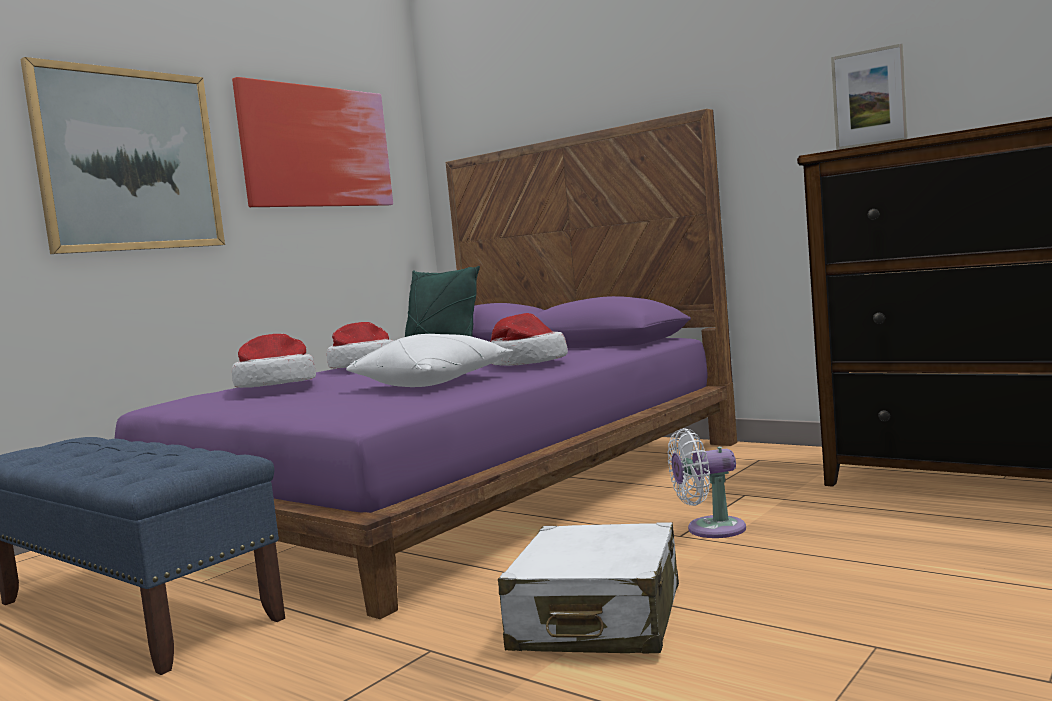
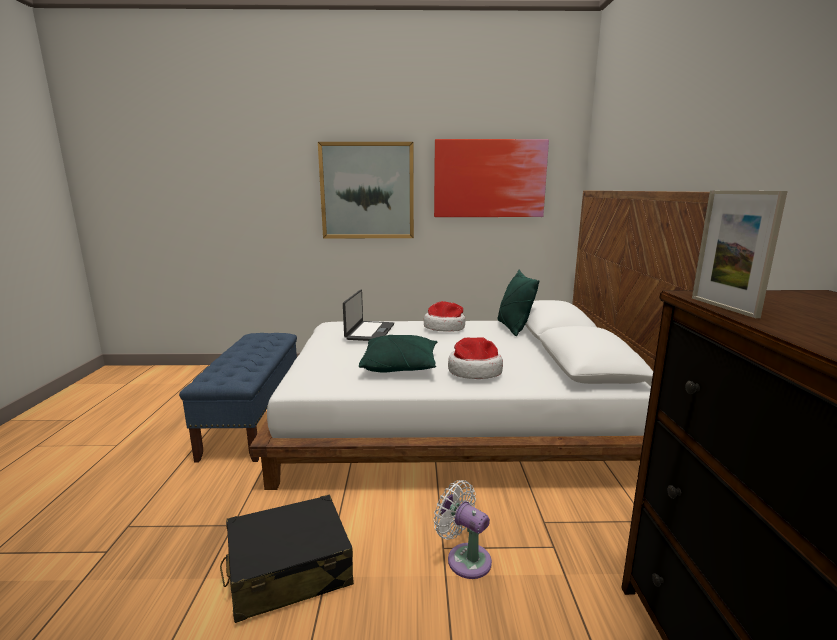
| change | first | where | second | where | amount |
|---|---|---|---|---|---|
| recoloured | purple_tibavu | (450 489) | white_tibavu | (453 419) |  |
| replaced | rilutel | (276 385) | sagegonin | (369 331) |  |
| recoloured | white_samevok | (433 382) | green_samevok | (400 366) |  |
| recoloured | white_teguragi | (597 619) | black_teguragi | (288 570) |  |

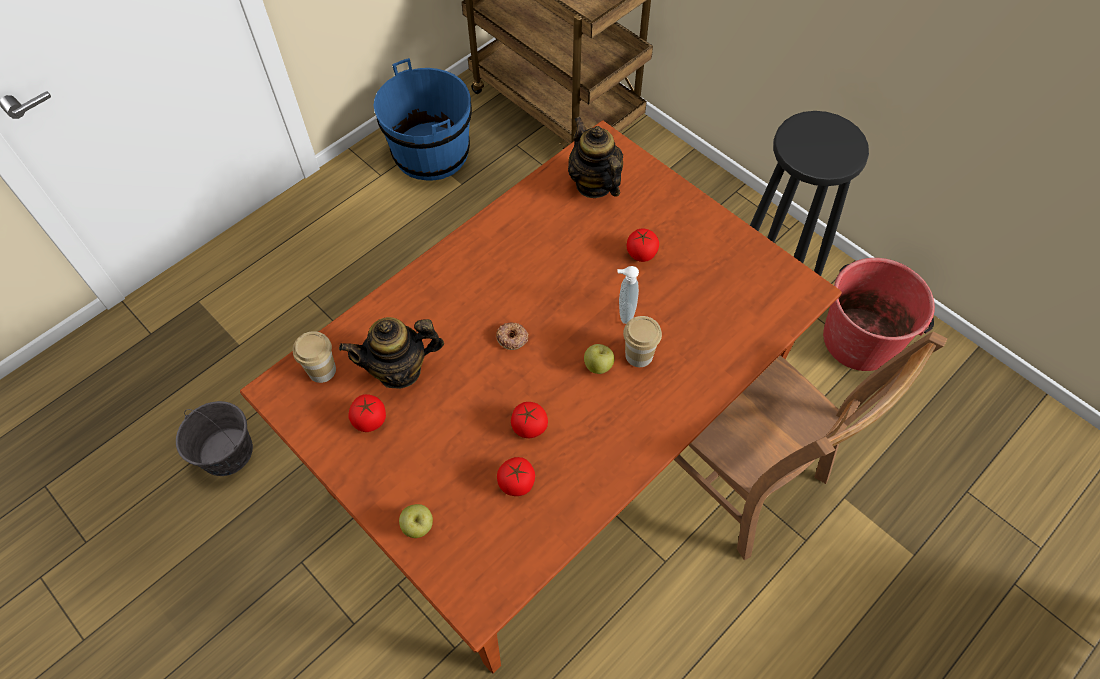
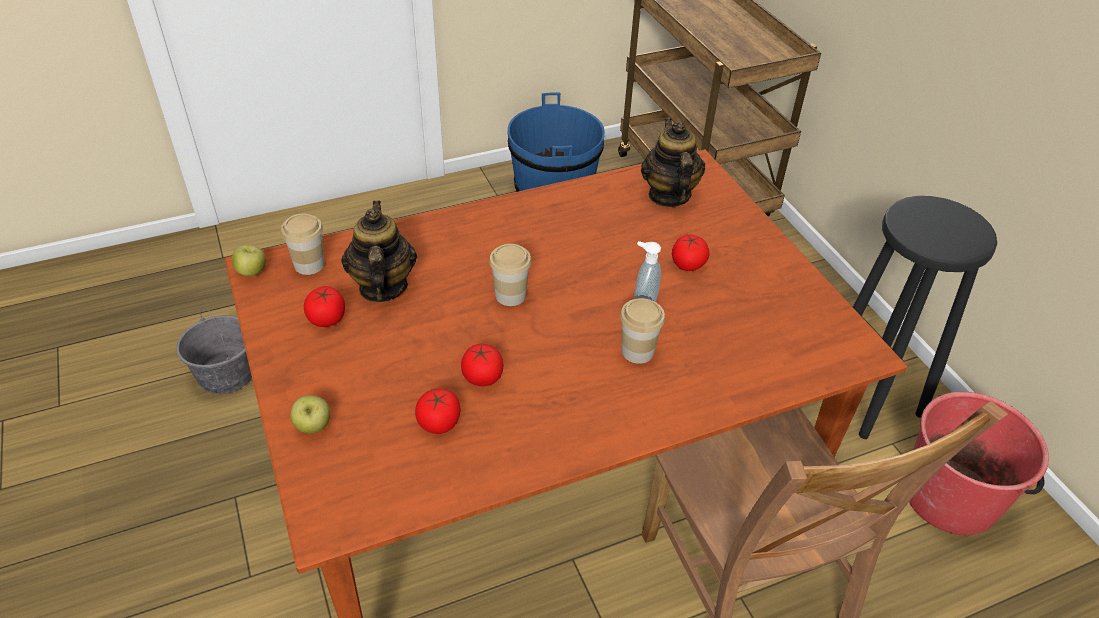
| change | first | where | second | where | amount |
|---|---|---|---|---|---|
| turned | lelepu | (399 370) |  | (382 287) | 75 degrees clockwise |
| replaced | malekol | (512 338) | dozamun | (510 295) |  |
| moved | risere | (598 366) |  | (252 272) |  |

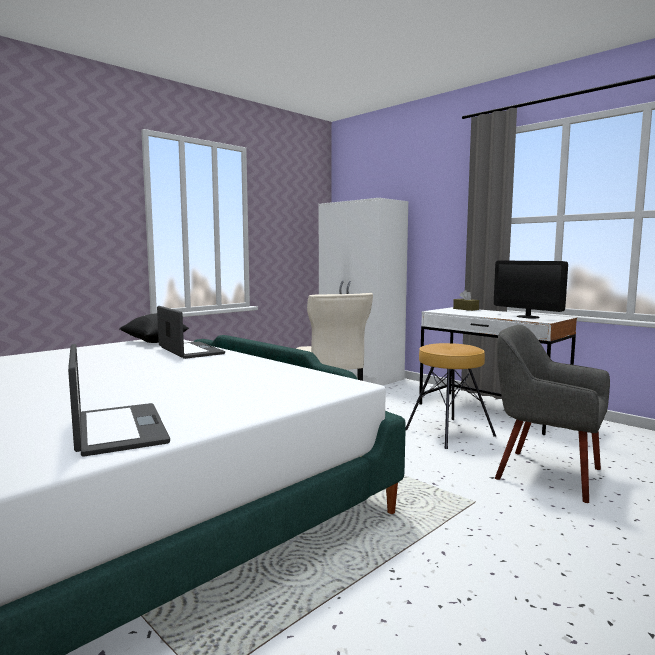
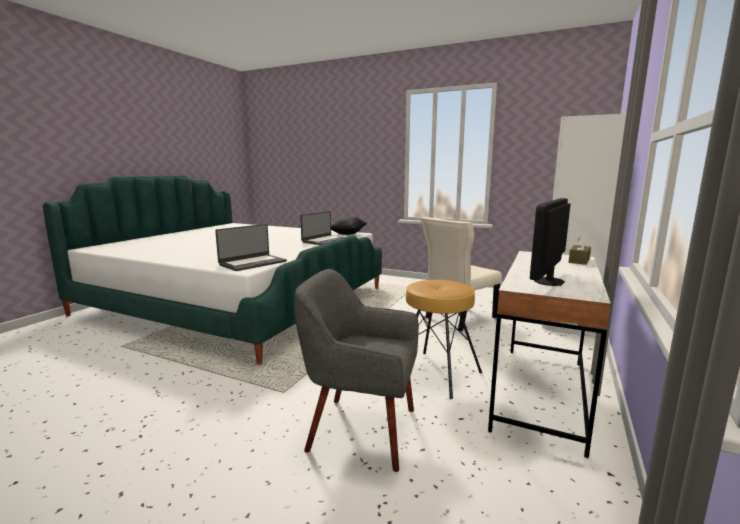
| change | first | where | second | where | amount |
|---|---|---|---|---|---|
| moved | sagegonin | (117 429) |  | (252 263) |  |
| turned | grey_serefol | (546 473) |  | (361 429) | 90 degrees counterclockwise |

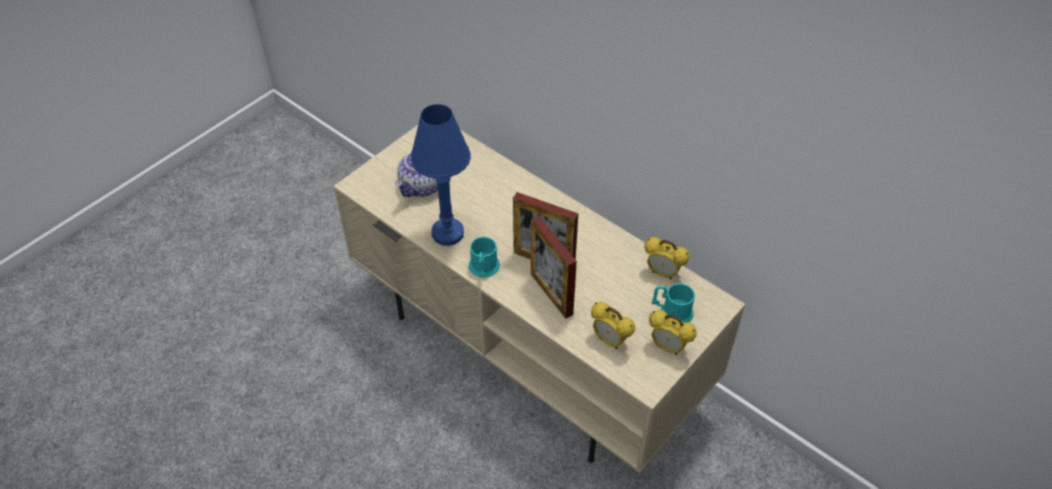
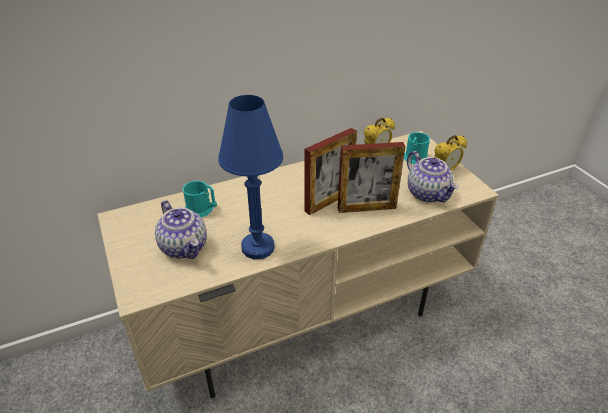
| change | first | where | second | where | amount |
|---|---|---|---|---|---|
| moved | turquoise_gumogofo | (483 269) |  | (202 210) |  |
| replaced | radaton | (610 340) | lelepu | (428 193) |  |

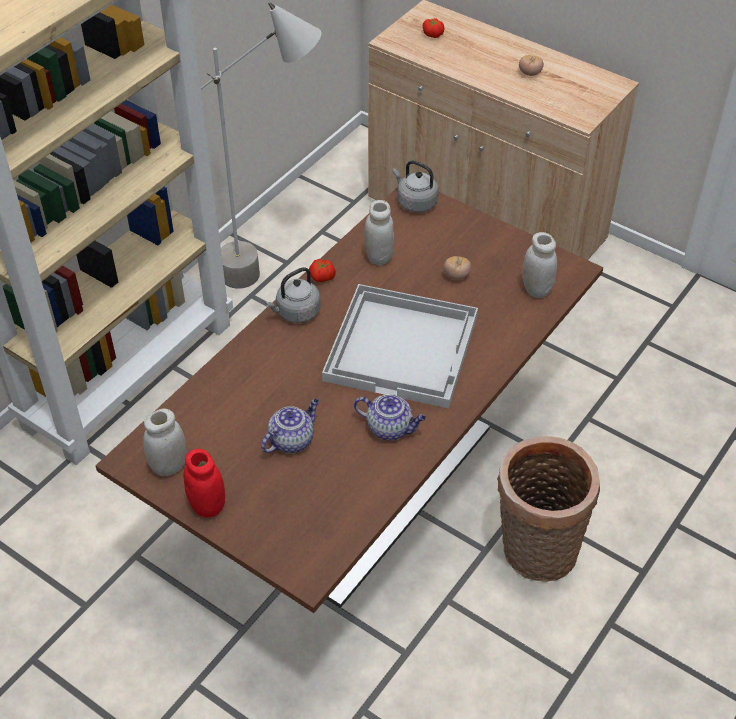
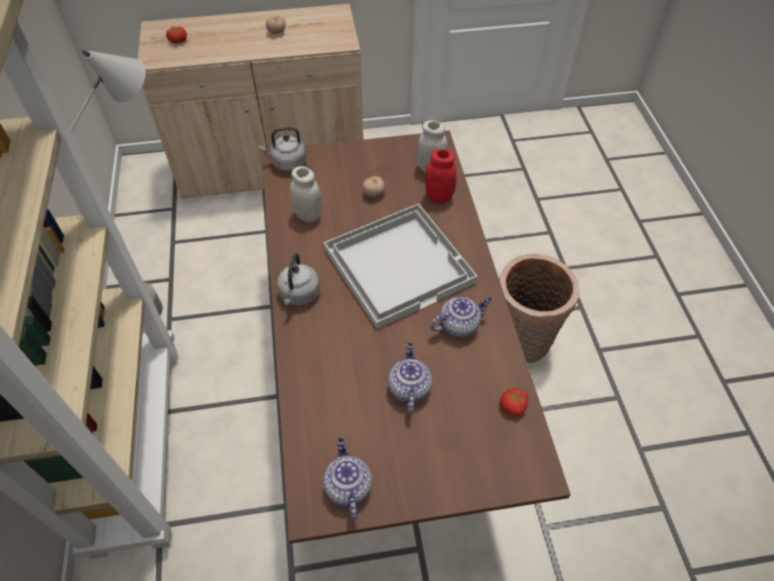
| change | first | where | second | where | amount |
|---|---|---|---|---|---|
| replaced | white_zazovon | (169 466) | lelepu | (347 486) |  |
| moved | red_zazovon | (207 506) |  | (439 196) |  |
| moved | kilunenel | (322 277) |  | (513 406) |  |

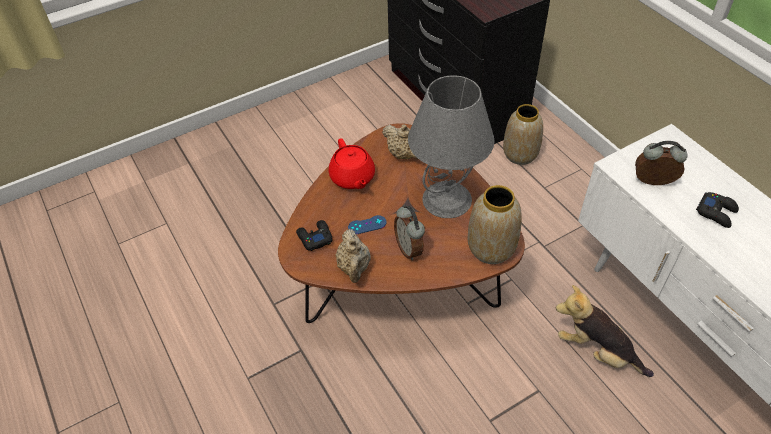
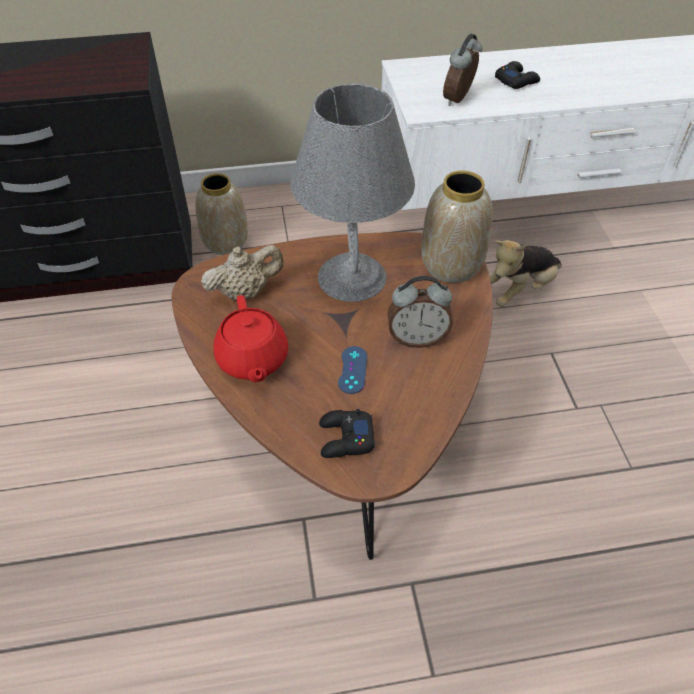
| change | first | where | second | where | amount |
|---|---|---|---|---|---|
| turned | red_lelepu | (352 178) |  | (252 360) | 75 degrees clockwise |
| removed | beige_lelepu | (354 268) |  |  |  |

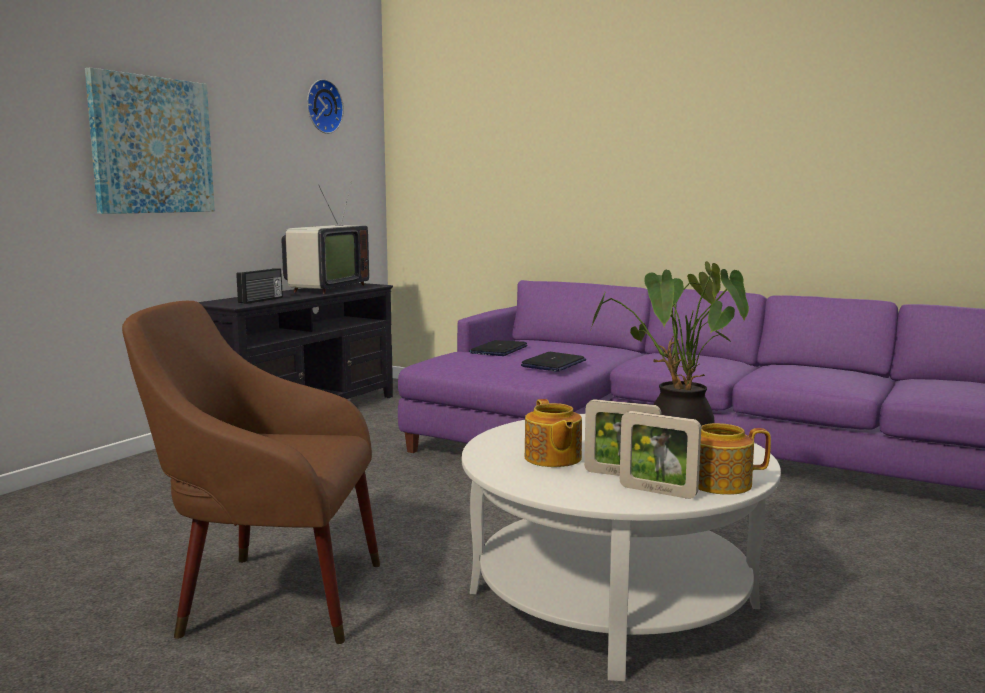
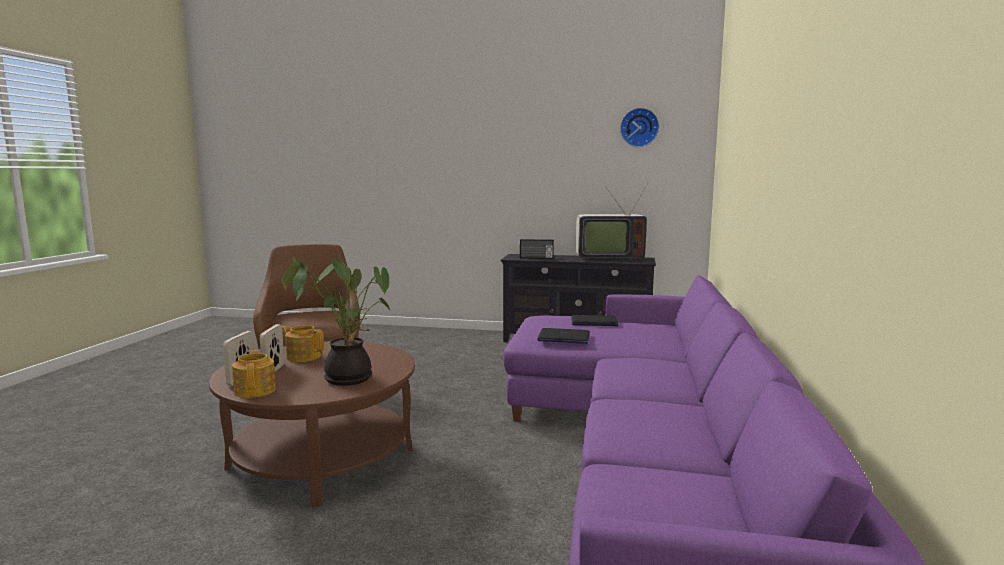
| change | first | where | second | where | amount |
|---|---|---|---|---|---|
| removed | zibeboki | (152 145) |  |  |  |
| recoloured | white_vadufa | (612 598) | brown_vadufa | (322 458) |  |
| turned | lelepu | (552 458) |  | (303 356) | 60 degrees clockwise |

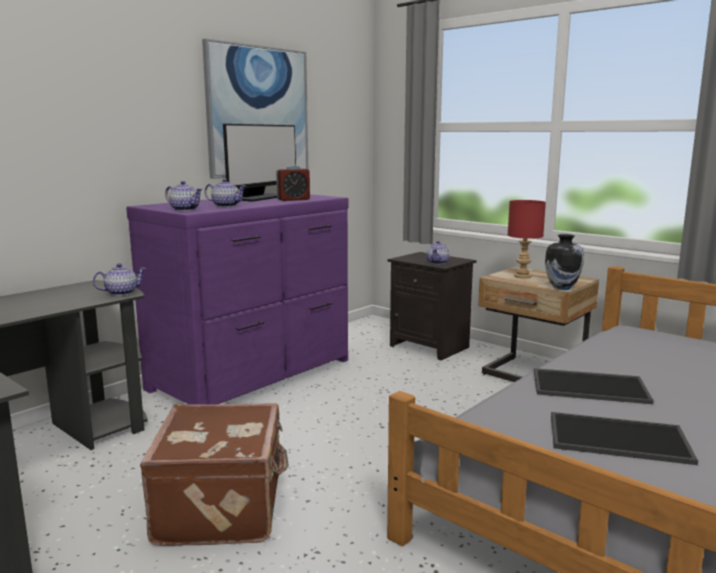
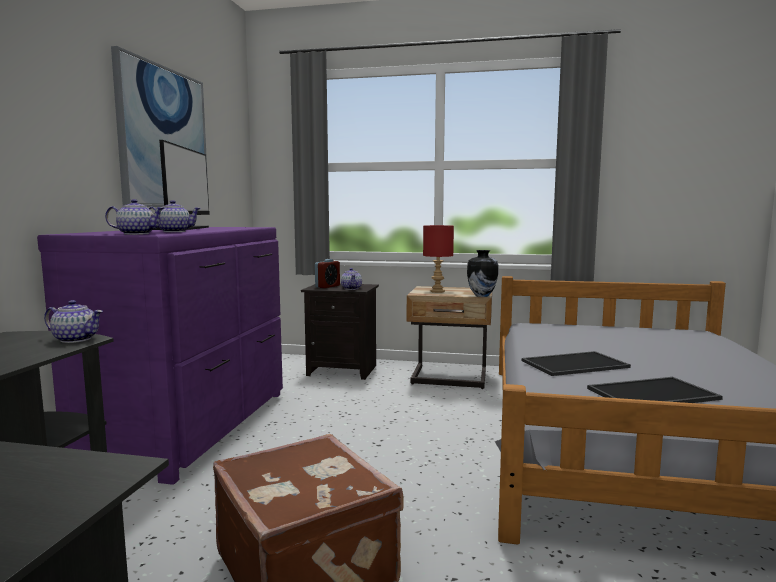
| change | first | where | second | where | amount |
|---|---|---|---|---|---|
| turned | lelepu | (121 293) |  | (75 339) | 75 degrees clockwise |
| moved | radaton | (293 199) |  | (327 286) |  |

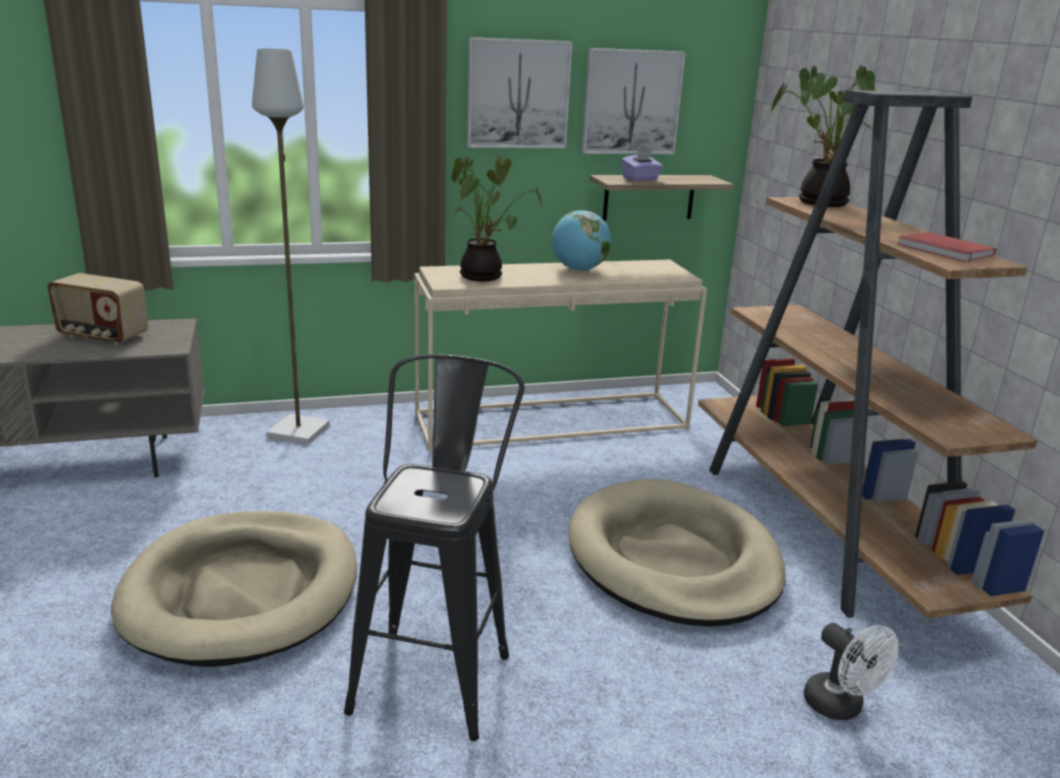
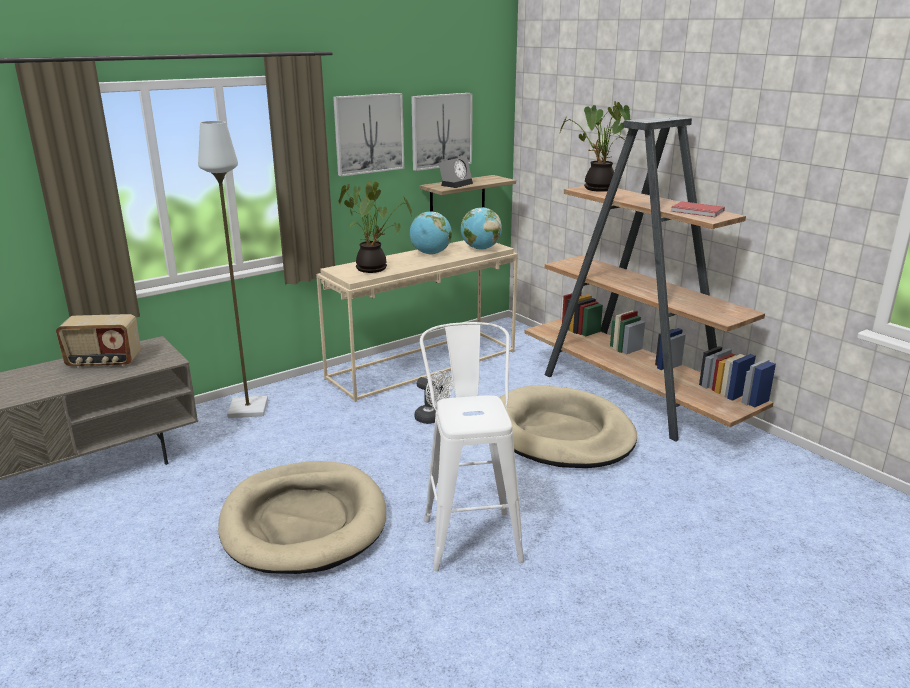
| change | first | where | second | where | amount |
|---|---|---|---|---|---|
| recoloured | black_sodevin | (437 671) | white_sodevin | (470 532) |  |
| replaced | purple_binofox | (640 179) | radaton | (456 184) |  |
| moved | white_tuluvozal | (840 707) |  | (433 419) |  |
| added |  |  | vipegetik | (480 249) |  |

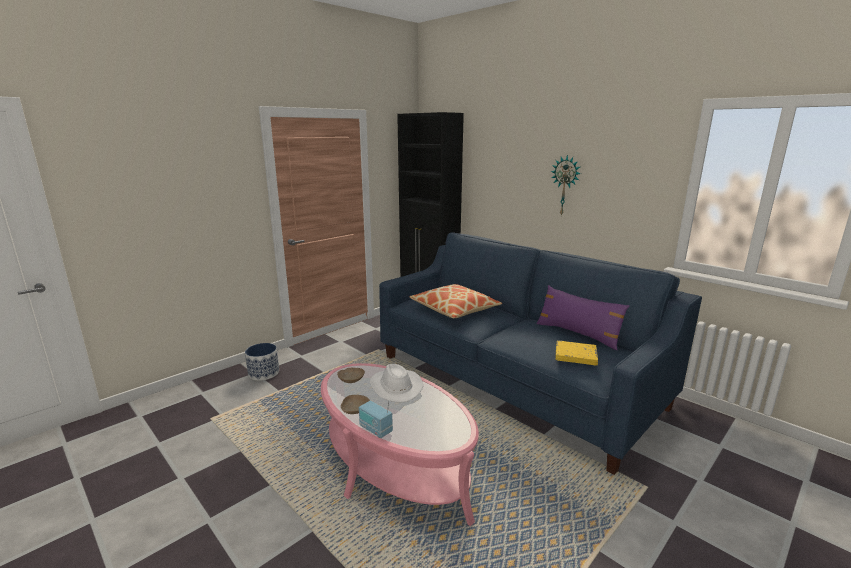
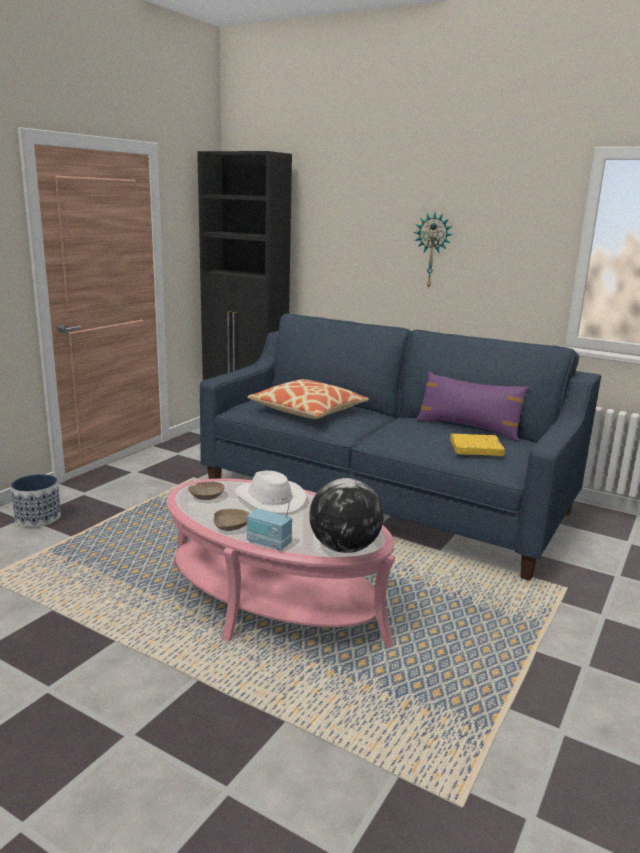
| change | first | where | second | where | amount |
|---|---|---|---|---|---|
| added |  |  | vipegetik | (344 548) |  |

